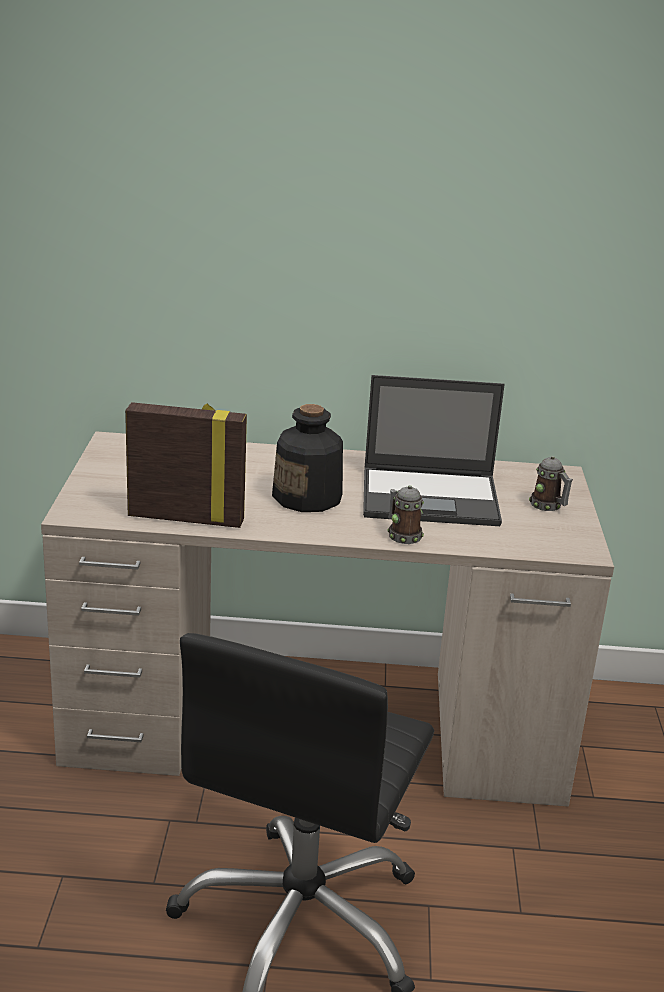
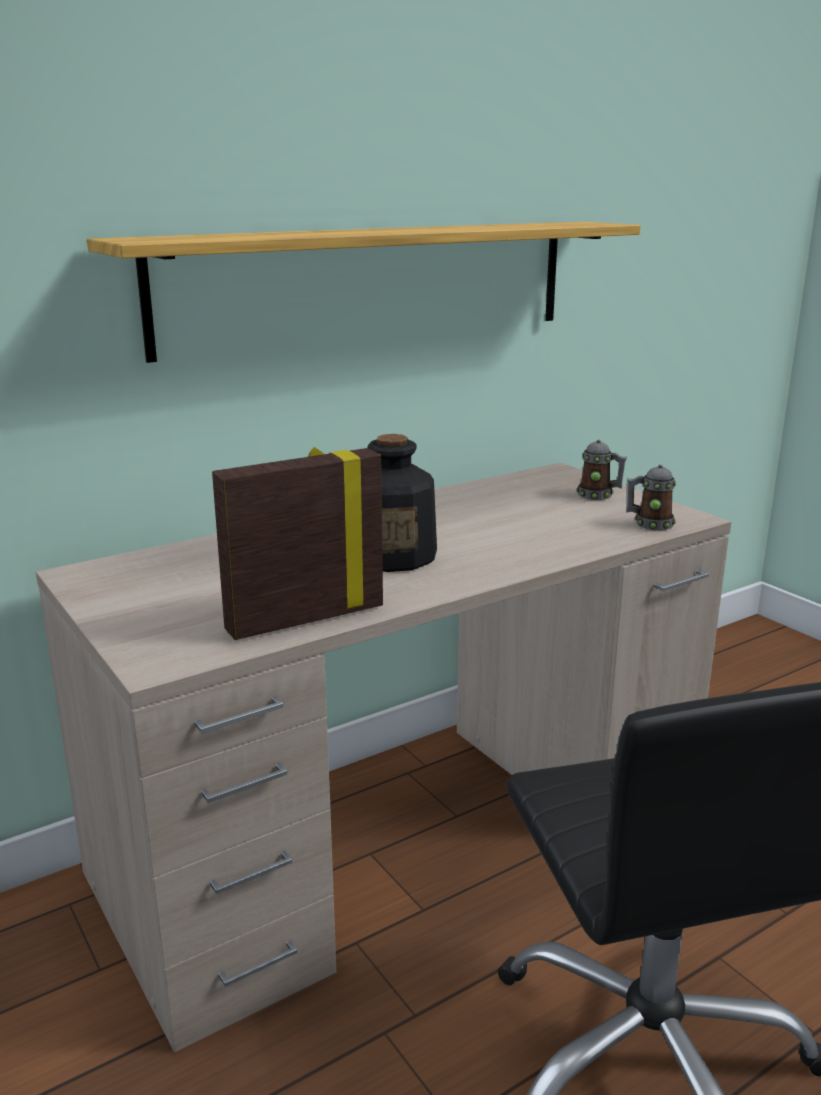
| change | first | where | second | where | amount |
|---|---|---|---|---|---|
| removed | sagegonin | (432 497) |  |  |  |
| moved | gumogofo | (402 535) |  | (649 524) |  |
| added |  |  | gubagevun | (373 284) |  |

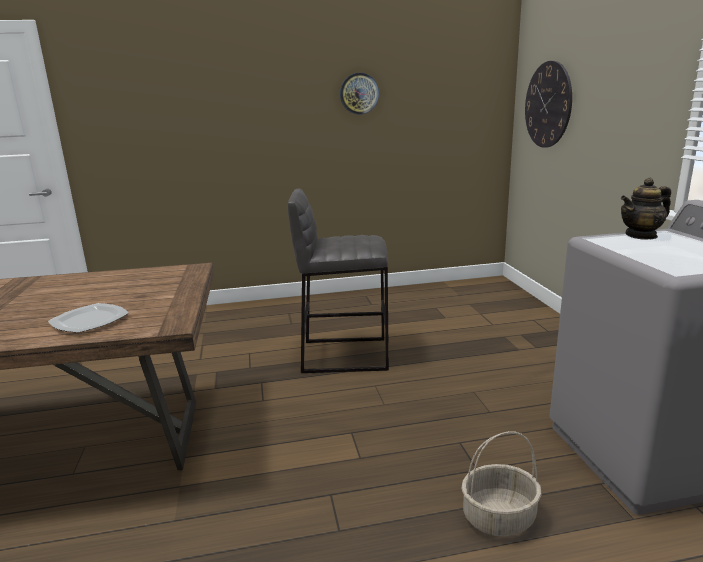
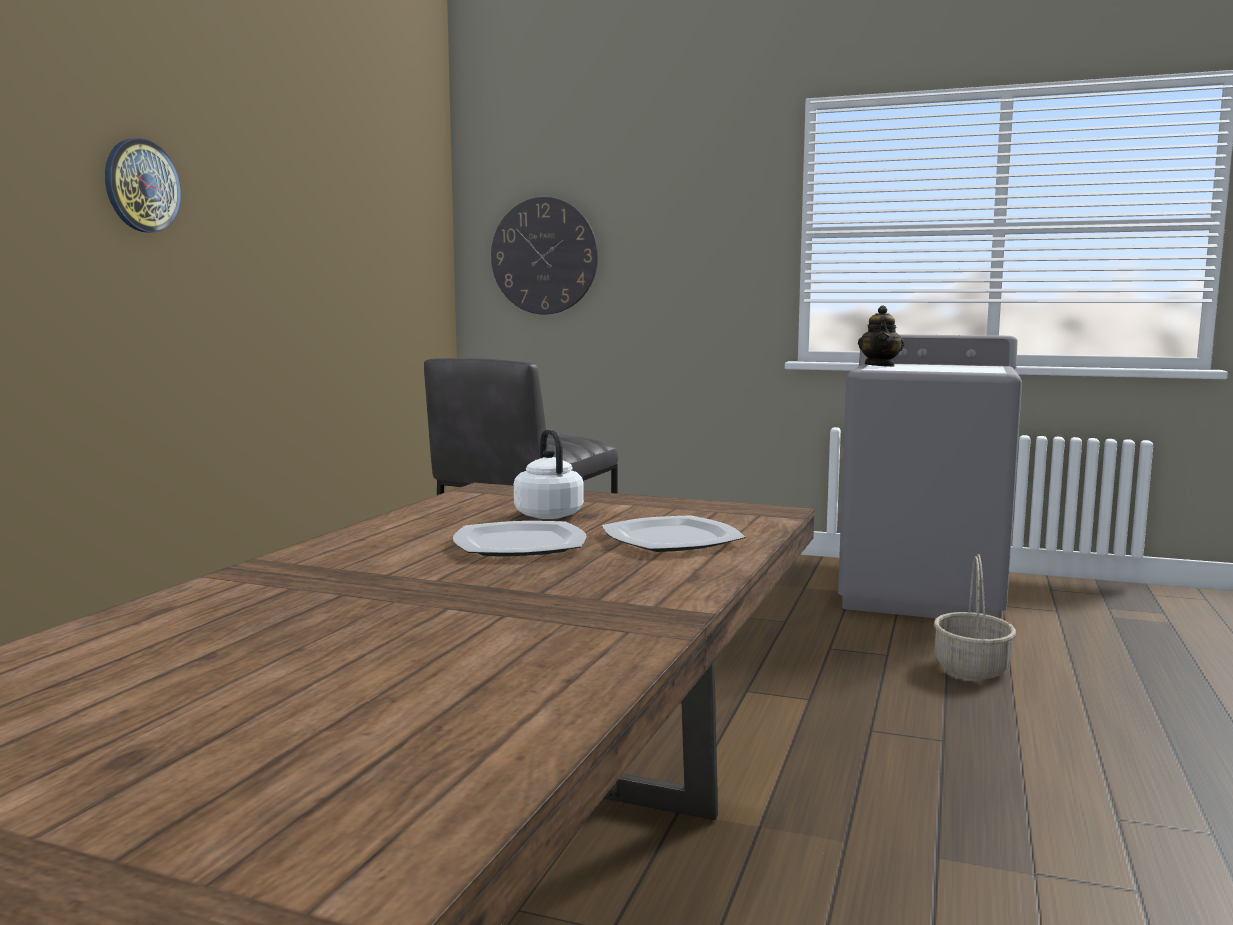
| change | first | where | second | where | amount |
|---|---|---|---|---|---|
| moved | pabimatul | (359 93) |  | (141 185) |  |
| added |  |  | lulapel | (518 544) |  |
| added |  |  | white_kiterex | (547 514) |  |

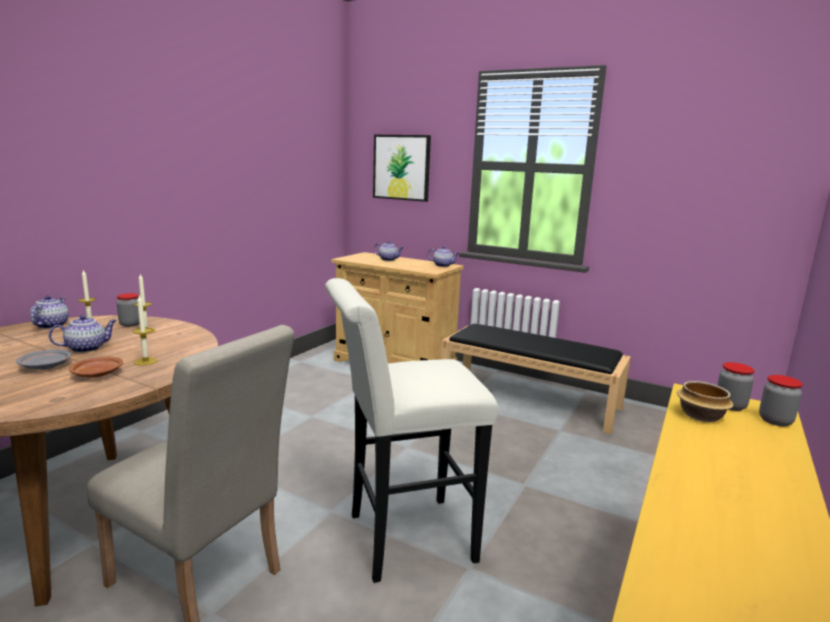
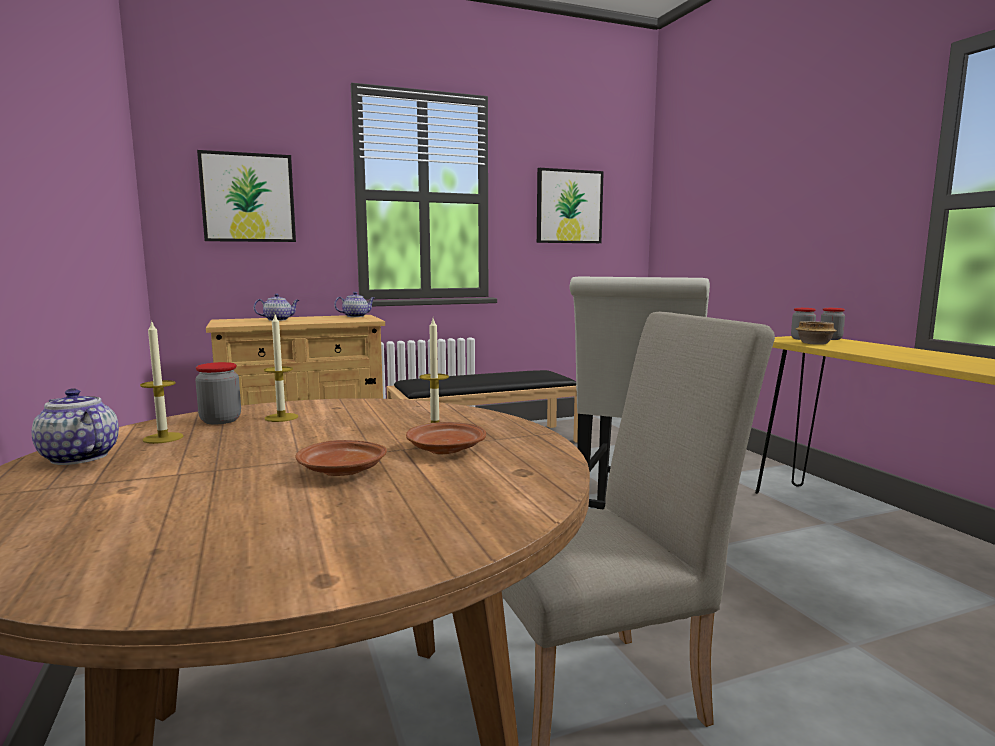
| change | first | where | second | where | amount |
|---|---|---|---|---|---|
| recoloured | grey_lulapel | (45 366) | brown_lulapel | (343 471) |  |
| removed | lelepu | (87 348) |  |  |  |
| added |  |  | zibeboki | (569 206) |  |

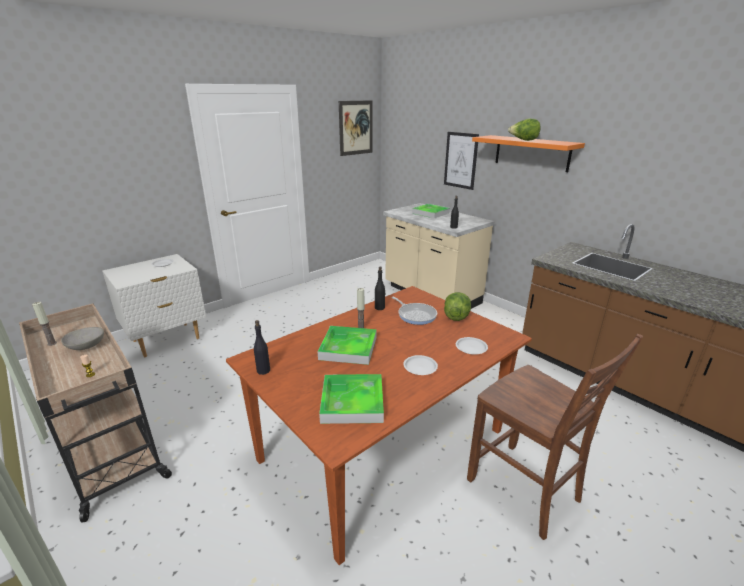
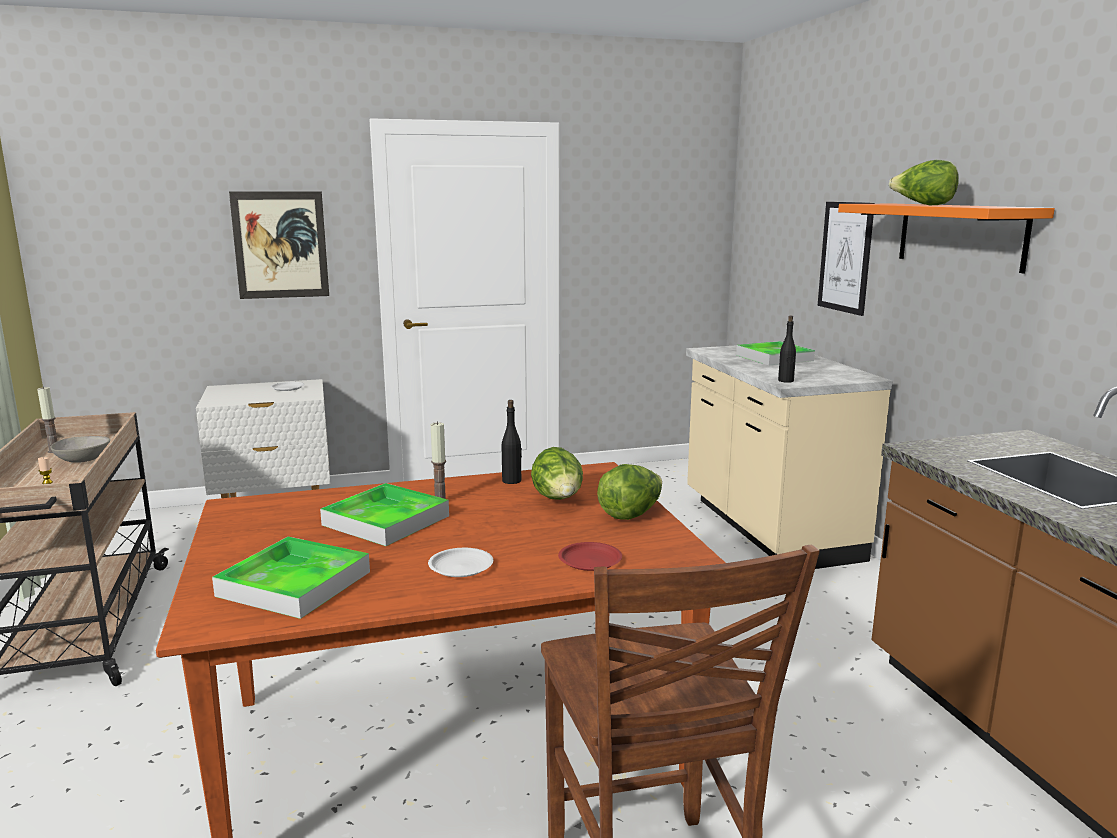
| change | first | where | second | where | amount |
|---|---|---|---|---|---|
| removed | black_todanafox | (263 370) |  |  |  |
| moved | zibeboki | (356 128) |  | (280 245) |  |
| replaced | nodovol | (415 315) | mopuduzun | (558 500) |  |
| recoloured | white_lulapel | (471 347) | red_lulapel | (590 560) |  |

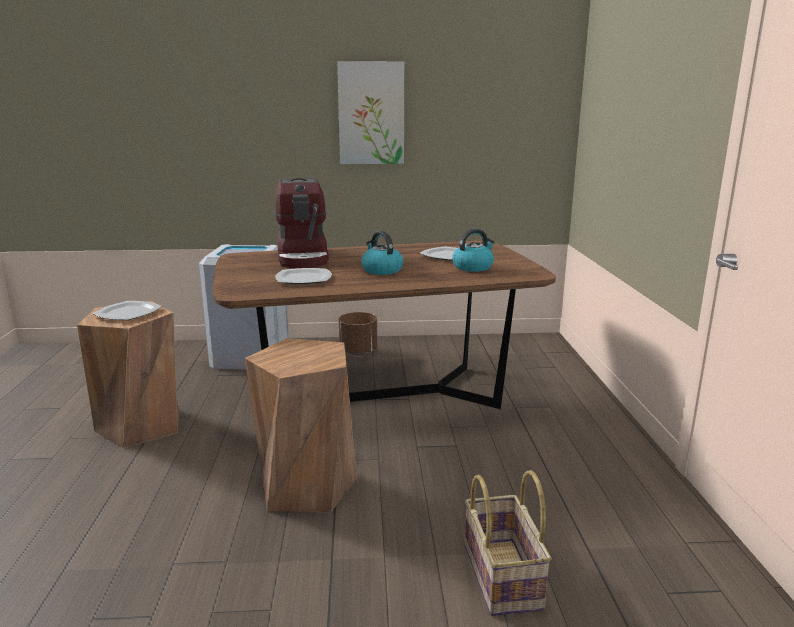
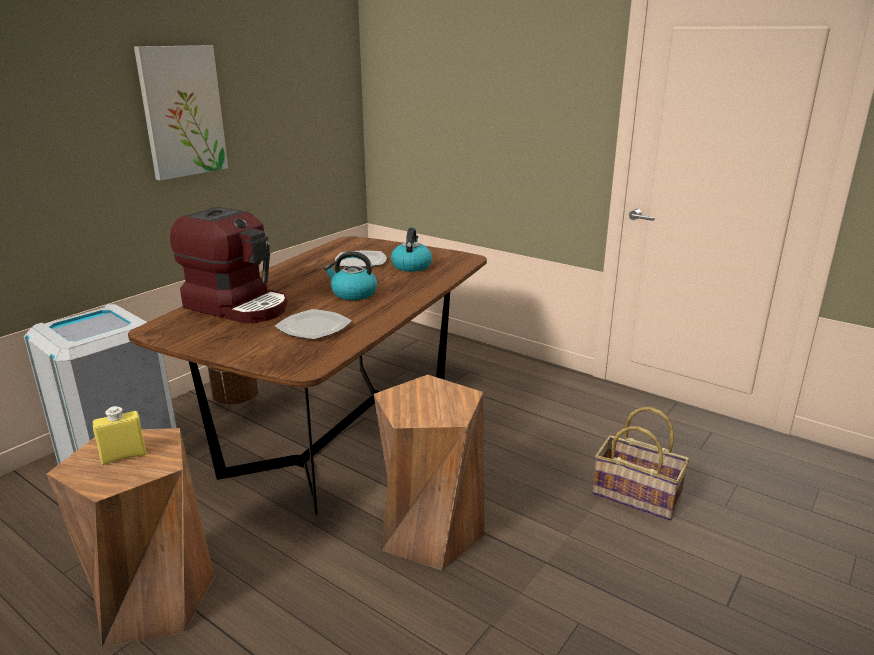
| change | first | where | second | where | amount |
|---|---|---|---|---|---|
| replaced | lulapel | (127 313) | yellow_todanafox | (124 456) |  |

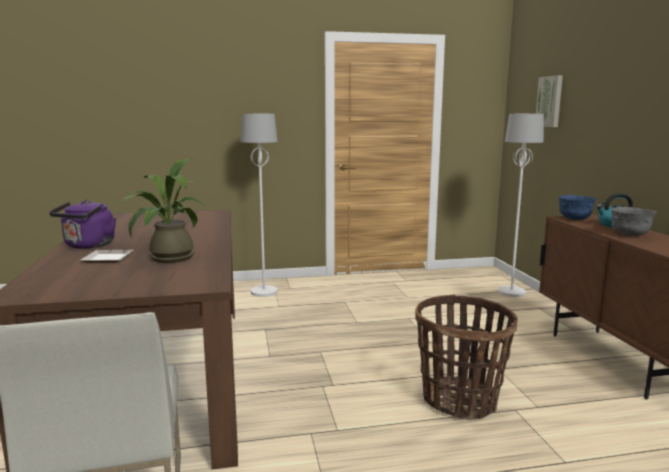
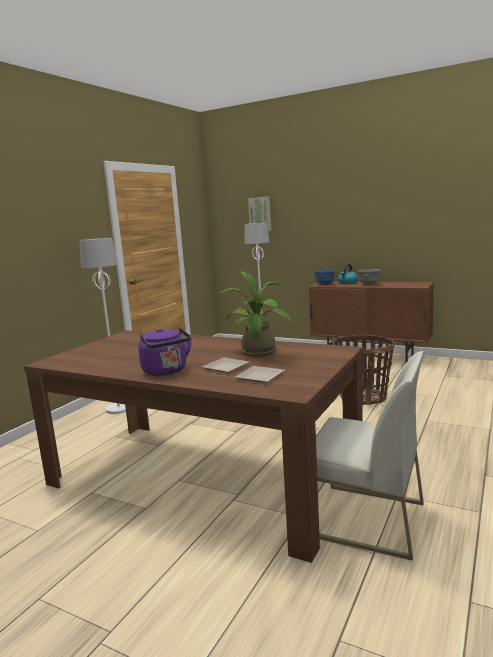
| change | first | where | second | where | amount |
|---|---|---|---|---|---|
| added |  |  | lulapel | (259 376) |  |

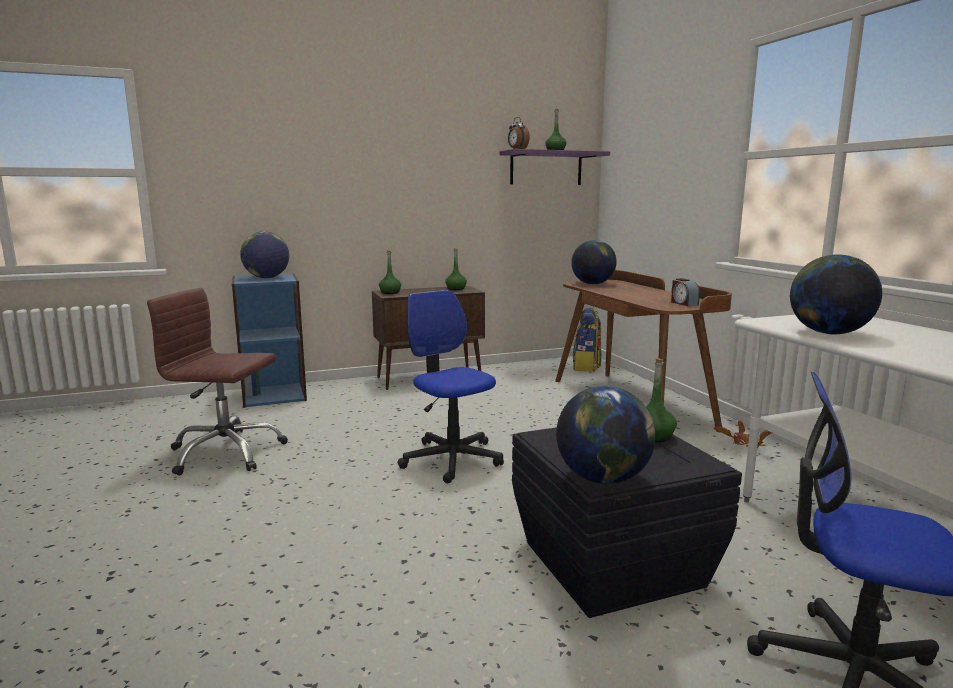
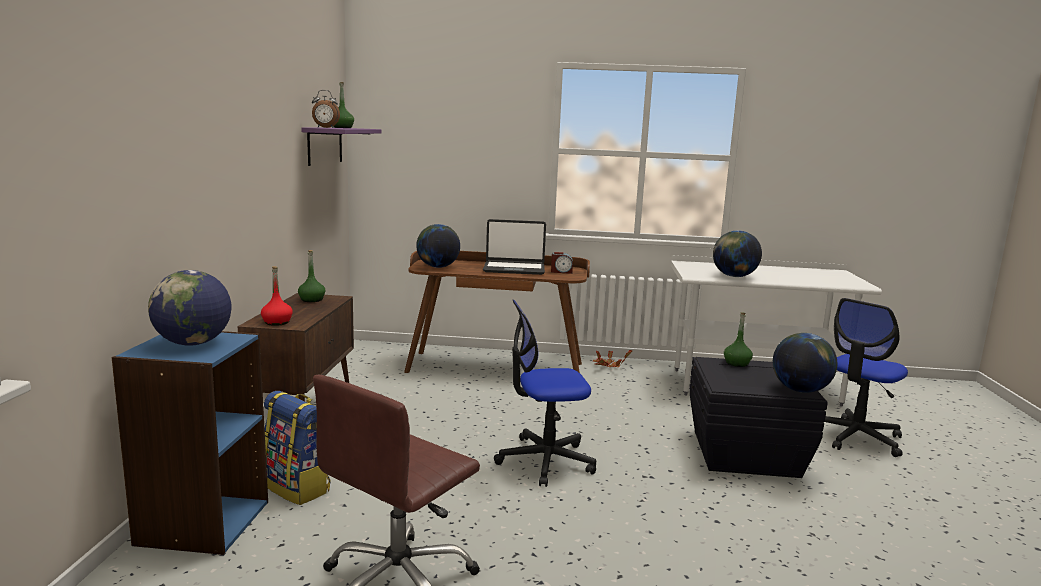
| change | first | where | second | where | amount |
|---|---|---|---|---|---|
| recoloured | green_todanafox | (390 293) | red_todanafox | (277 322) |  |
| moved | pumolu | (586 366) |  | (297 487) |  |
| added |  |  | sagegonin | (514 269) |  |

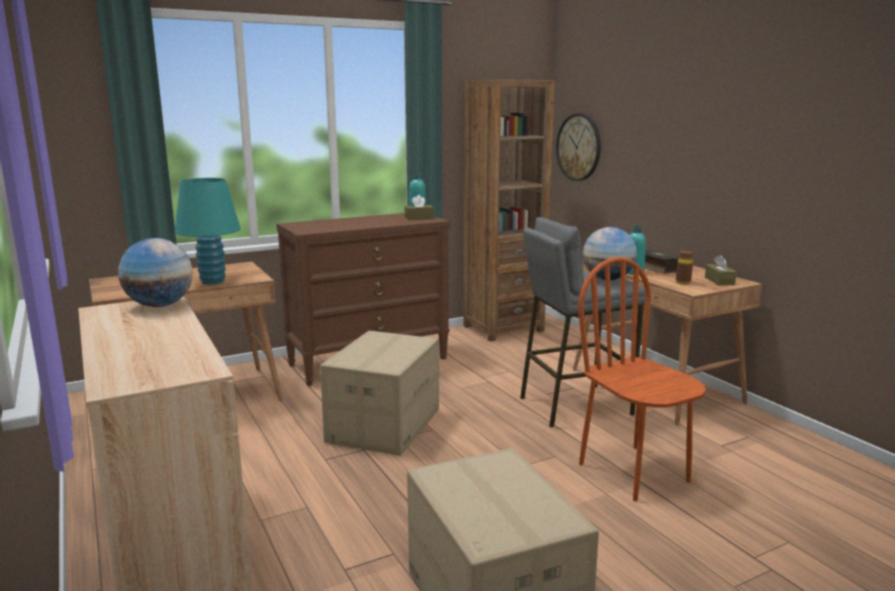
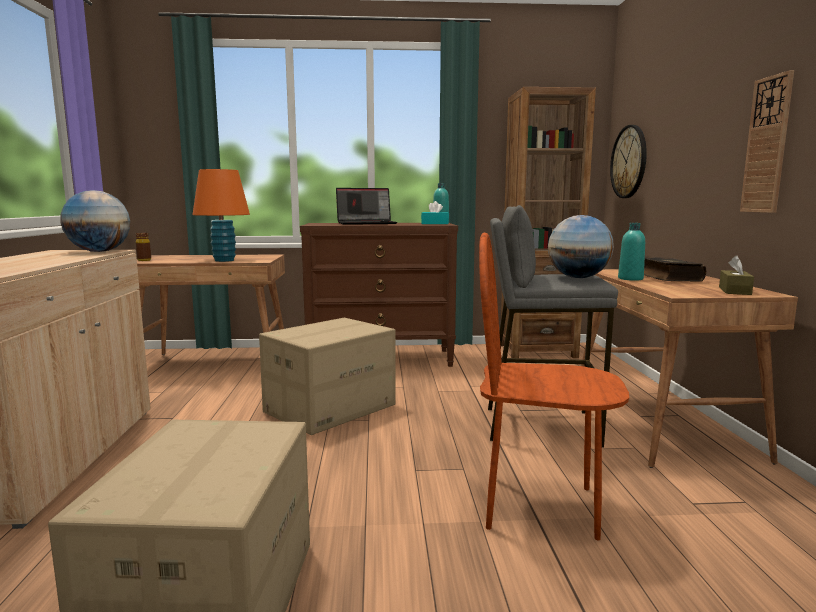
| change | first | where | second | where | amount |
|---|---|---|---|---|---|
| recoloured | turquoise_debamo | (212 281) | orange_debamo | (224 260) |  |
| recoloured | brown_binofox | (419 218) | turquoise_binofox | (435 223) |  |
| turned | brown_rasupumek | (634 472) |  | (540 506) | 75 degrees counterclockwise |
| moved | brown_todanafox | (683 282) |  | (144 260) |  |
| added |  |  | sagegonin | (367 223) |  |
| added |  |  | pabimatul | (767 145) |  |

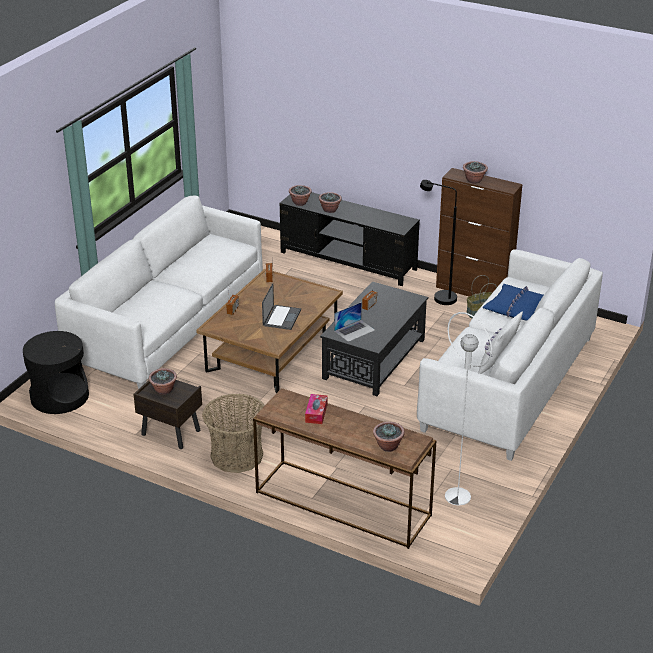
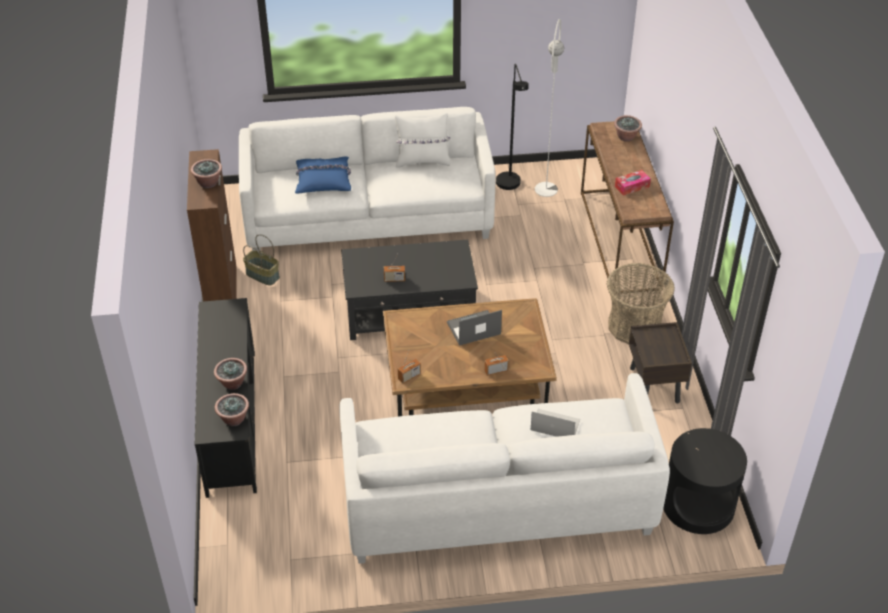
| change | first | where | second | where | amount |
|---|---|---|---|---|---|
| removed | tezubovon | (163 390) |  |  |  |
| moved | sagegonin | (354 330) |  | (555 424) |  |
| moved | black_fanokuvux | (439 298) |  | (510 186) |  |

